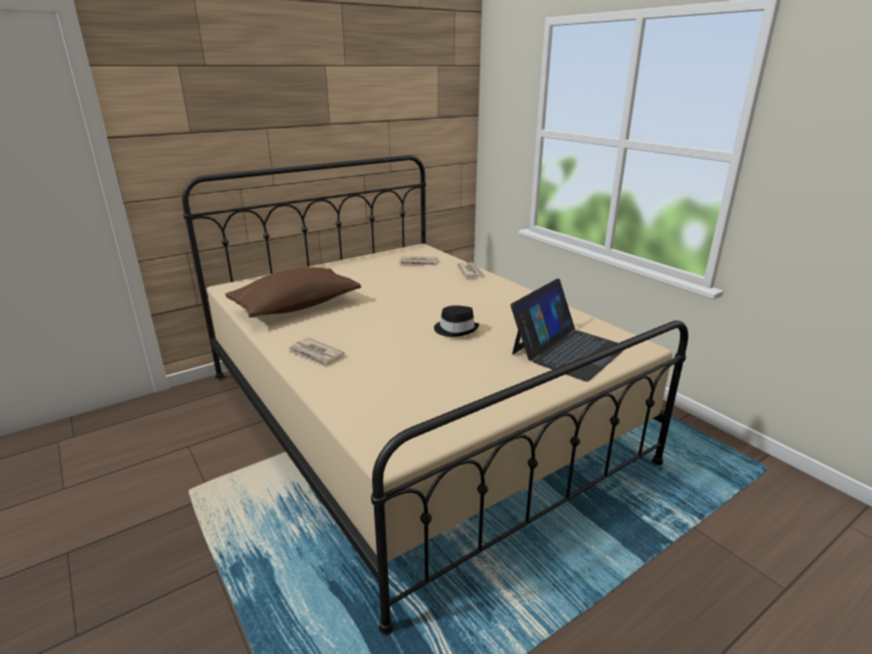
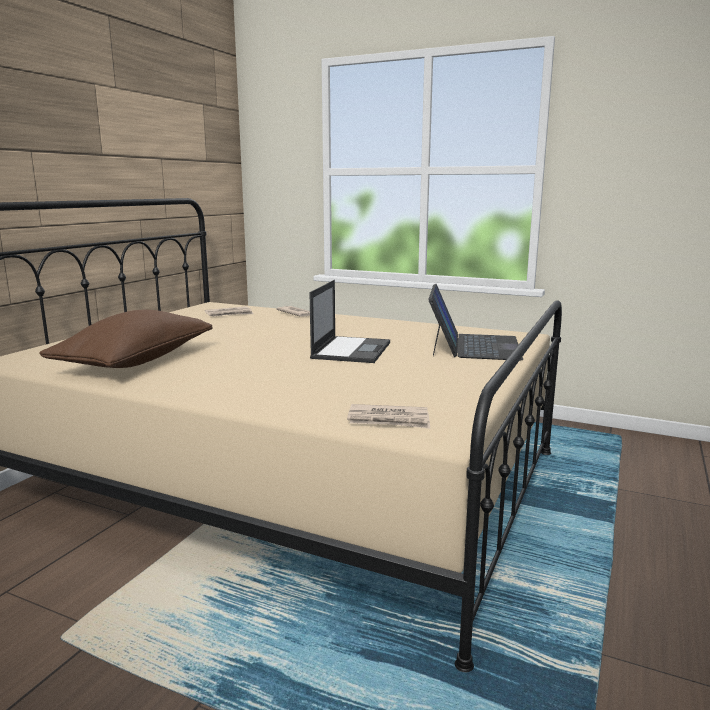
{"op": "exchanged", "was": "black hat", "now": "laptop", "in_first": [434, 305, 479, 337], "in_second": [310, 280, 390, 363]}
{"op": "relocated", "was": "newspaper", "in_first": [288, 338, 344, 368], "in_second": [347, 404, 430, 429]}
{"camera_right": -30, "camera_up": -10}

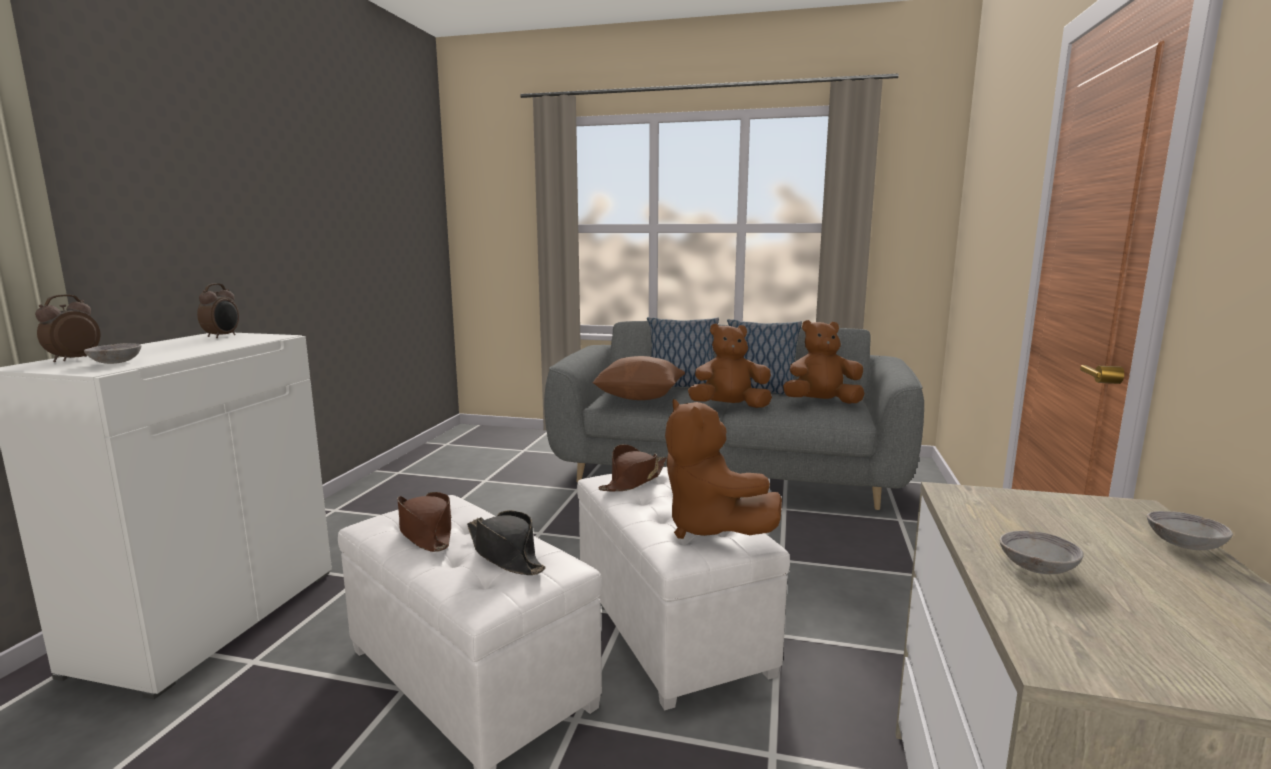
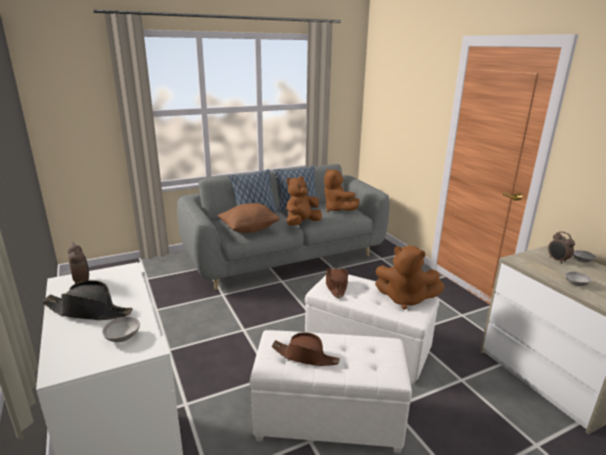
{"op": "relocated", "was": "black hat", "in_first": [467, 510, 546, 575], "in_second": [42, 280, 133, 320]}
{"op": "spun", "was": "brown plush toy", "in_first": [783, 320, 865, 404], "in_second": [324, 168, 359, 212], "clockwise": -75}
{"op": "relocated", "was": "alarm clock", "in_first": [35, 294, 100, 362], "in_second": [548, 231, 575, 264]}
{"camera_right": -40, "camera_up": 10}

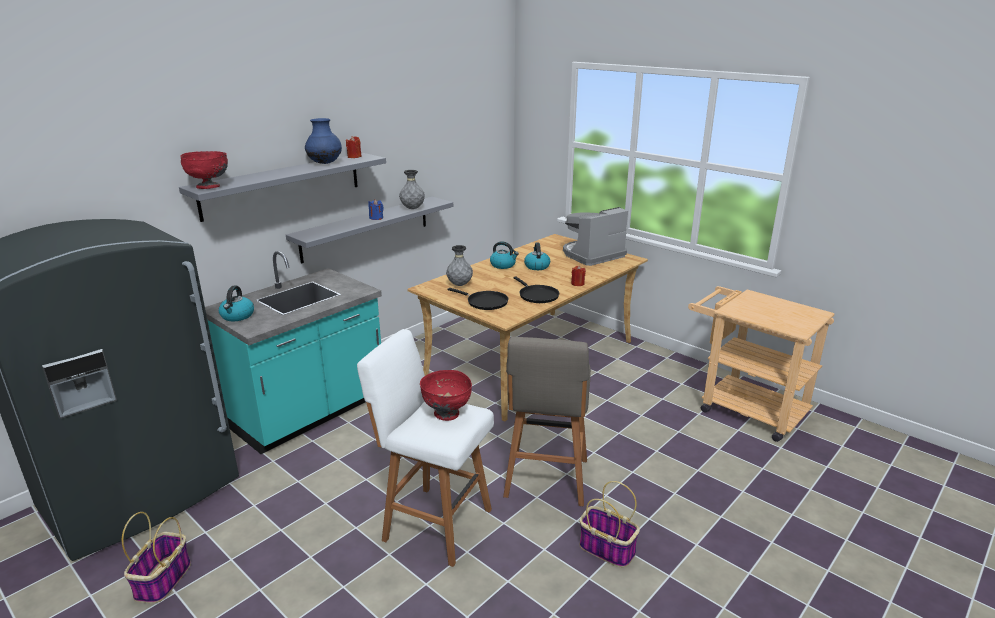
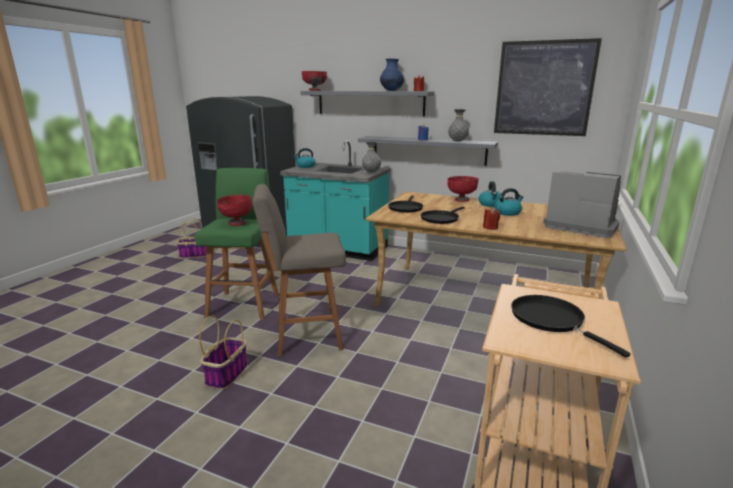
{"op": "colour", "was": "white stool", "now": "green stool", "in_first": [357, 329, 494, 567], "in_second": [195, 168, 279, 320]}
{"op": "relocated", "was": "grey vase", "in_first": [446, 245, 473, 286], "in_second": [362, 142, 381, 173]}
{"op": "appeared", "now": "red bowl", "in_second": [447, 176, 479, 202]}
{"op": "appeared", "now": "picture", "in_second": [494, 38, 602, 136]}
{"op": "appeared", "now": "black frying pan", "in_second": [511, 295, 630, 358]}
{"camera_right": 70, "camera_up": -5}

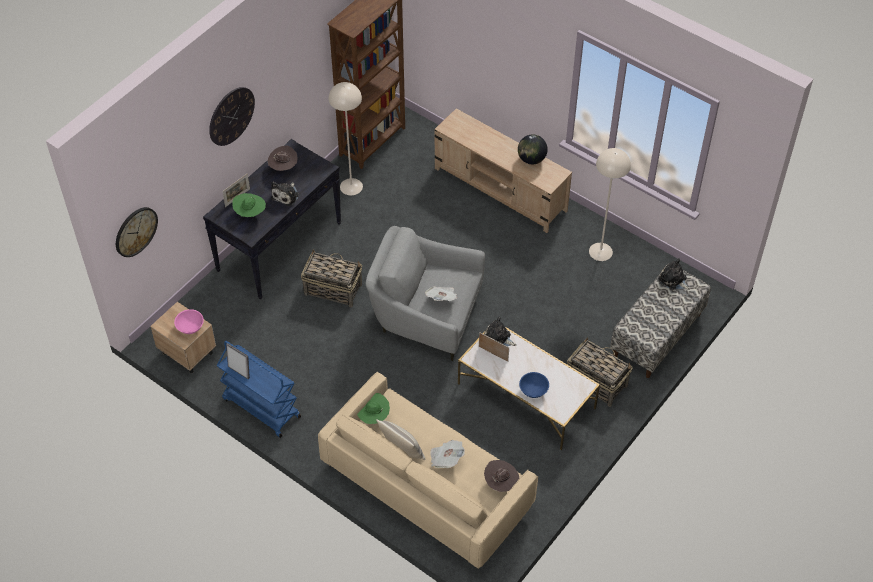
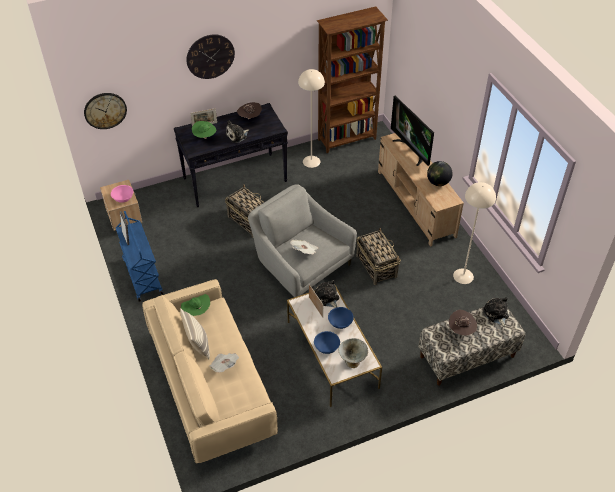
{"op": "appeared", "now": "blue bowl", "in_second": [328, 307, 354, 329]}
{"op": "appeared", "now": "grey bowl", "in_second": [339, 338, 368, 368]}
{"op": "relocated", "was": "basket", "in_first": [567, 337, 633, 407], "in_second": [356, 228, 401, 285]}
{"op": "appeared", "now": "television", "in_second": [391, 96, 434, 166]}
{"op": "relocated", "was": "brown hat", "in_first": [484, 460, 519, 492], "in_second": [449, 309, 477, 336]}
{"camera_right": 30, "camera_up": -5}

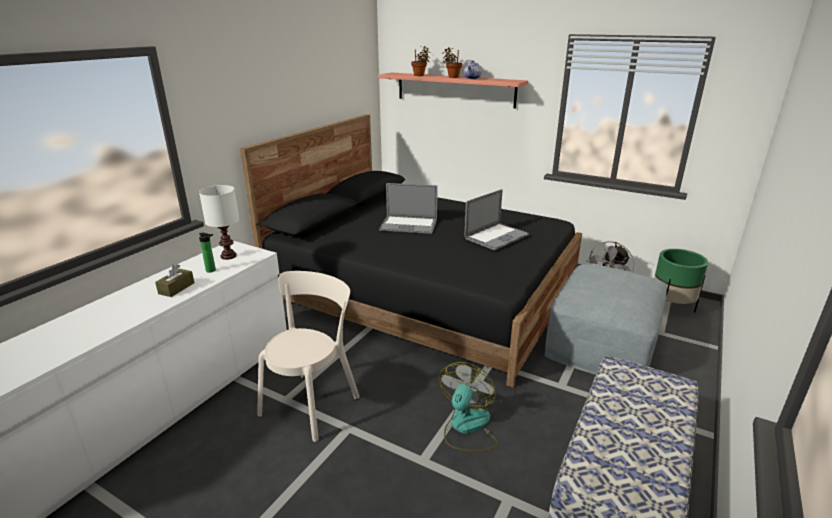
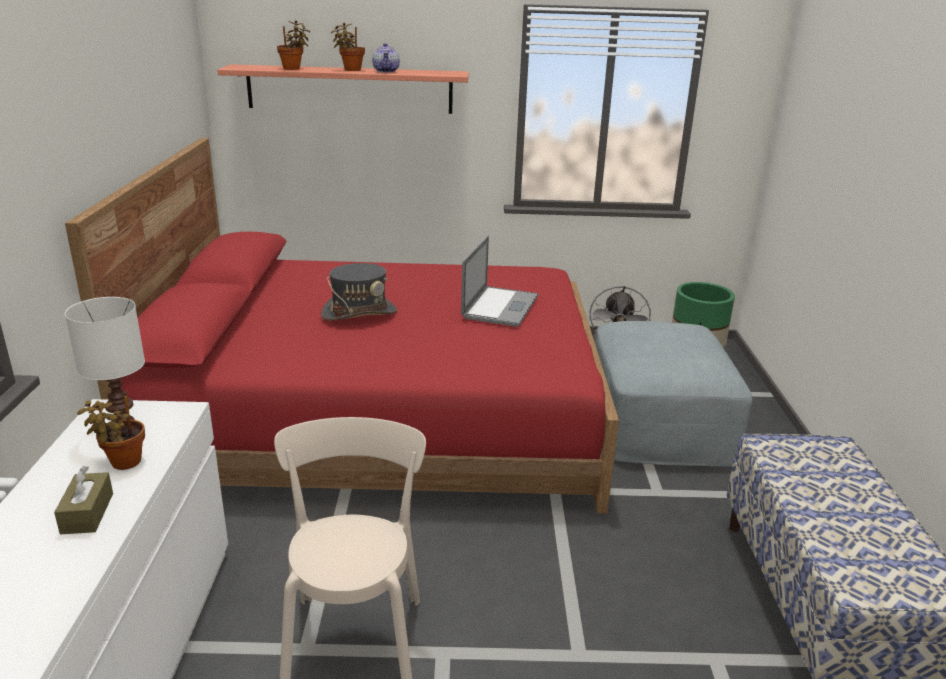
{"op": "colour", "was": "black bed", "now": "red bed", "in_first": [240, 114, 582, 387], "in_second": [65, 138, 619, 513]}
{"op": "exchanged", "was": "bottle", "now": "potted plant", "in_first": [199, 233, 216, 273], "in_second": [77, 396, 145, 470]}
{"op": "exchanged", "was": "laptop", "now": "grey hat", "in_first": [379, 183, 438, 234], "in_second": [321, 263, 397, 321]}
{"op": "missing", "was": "fan", "in_first": [439, 362, 498, 452]}
{"camera_right": -30, "camera_up": 0}

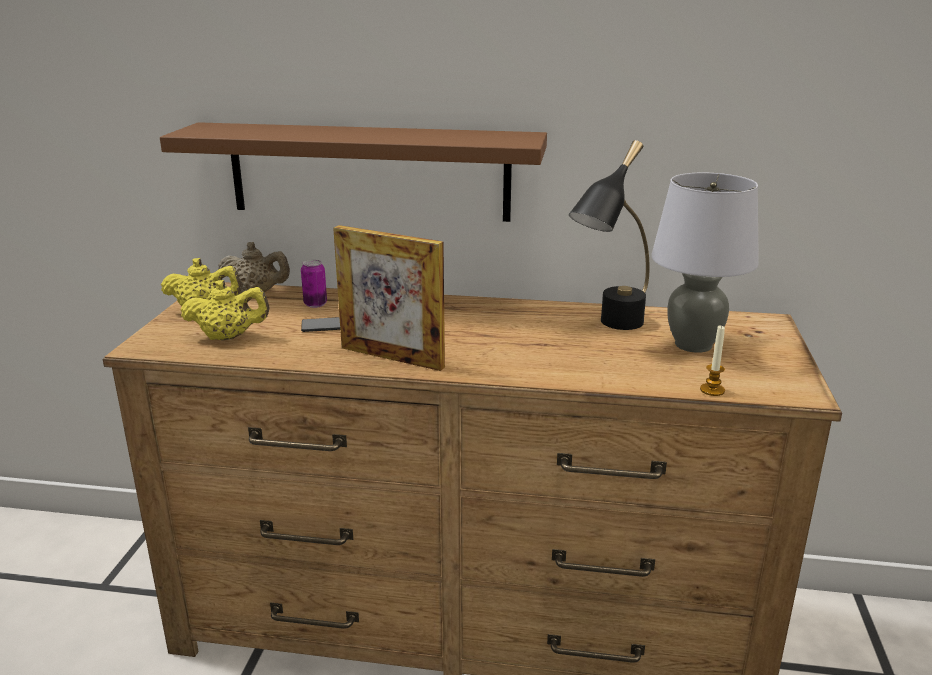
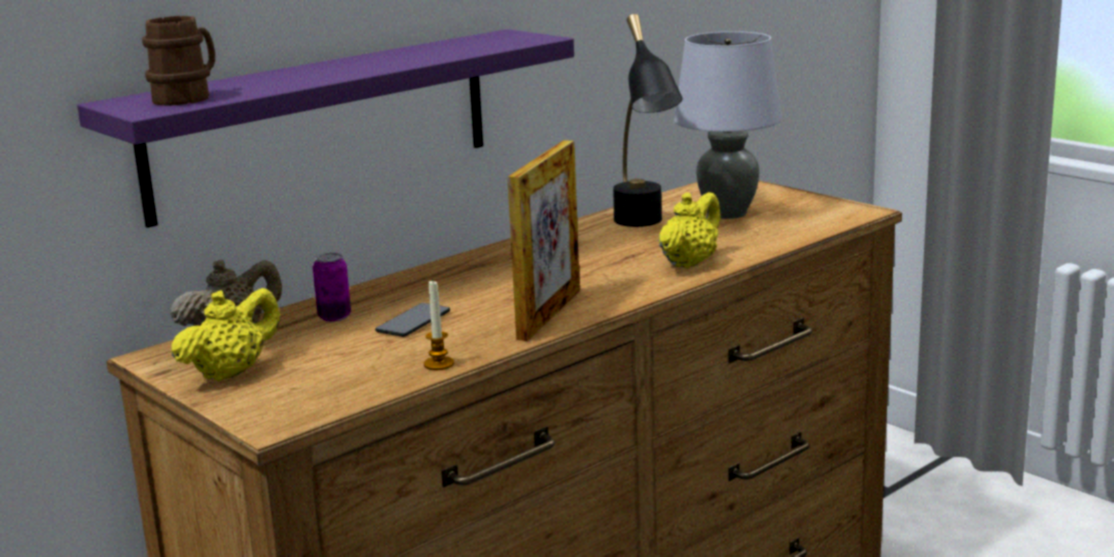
{"op": "colour", "was": "brown shelf", "now": "purple shelf", "in_first": [160, 122, 547, 222], "in_second": [77, 29, 574, 228]}
{"op": "appeared", "now": "brown mug", "in_second": [142, 16, 215, 106]}
{"op": "relocated", "was": "candle", "in_first": [700, 325, 725, 396], "in_second": [424, 279, 454, 370]}
{"op": "spun", "was": "picture frame", "in_first": [333, 225, 445, 371], "in_second": [507, 140, 580, 341], "clockwise": -45}
{"op": "relocated", "was": "yellow teapot", "in_first": [180, 280, 269, 340], "in_second": [659, 192, 721, 269]}
{"camera_right": -50, "camera_up": -5}

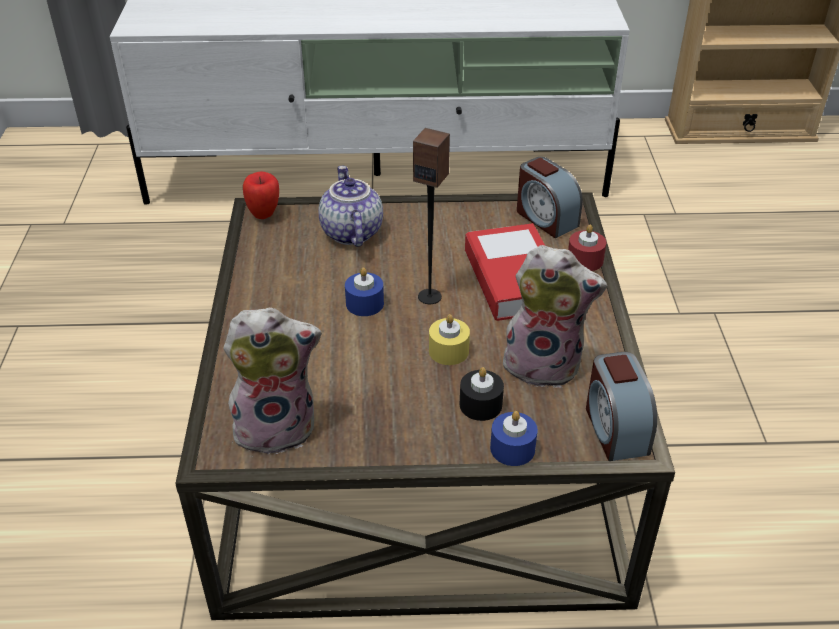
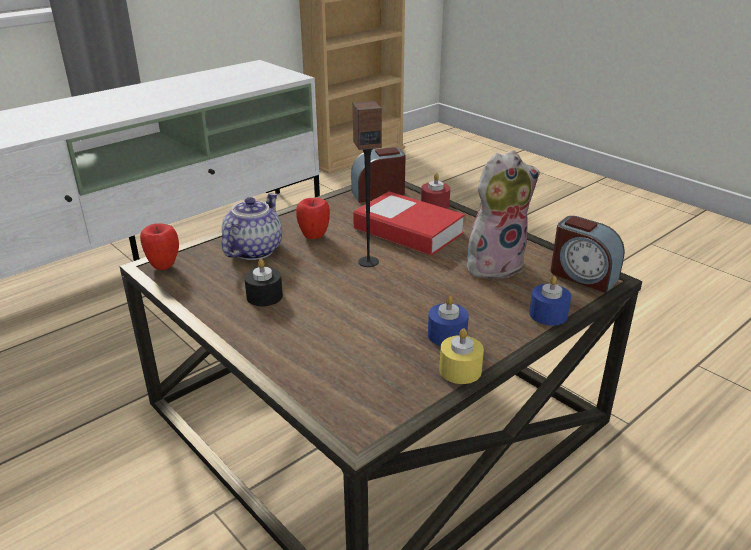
{"op": "spun", "was": "teapot", "in_first": [318, 166, 383, 247], "in_second": [222, 193, 282, 260], "clockwise": 75}
{"op": "relocated", "was": "black candle", "in_first": [460, 367, 504, 421], "in_second": [244, 259, 283, 306]}
{"op": "appeared", "now": "apple", "in_second": [296, 198, 330, 239]}
{"op": "spun", "was": "alarm clock", "in_first": [517, 157, 583, 238], "in_second": [351, 147, 406, 203], "clockwise": 150}
{"op": "relocated", "was": "blue candle", "in_first": [345, 267, 384, 316], "in_second": [428, 296, 469, 346]}
{"op": "relocated", "was": "yellow candle", "in_first": [429, 314, 470, 365], "in_second": [439, 329, 484, 384]}
{"op": "missing", "was": "plush toy", "in_first": [223, 308, 322, 457]}
{"camera_right": -40, "camera_up": -10}

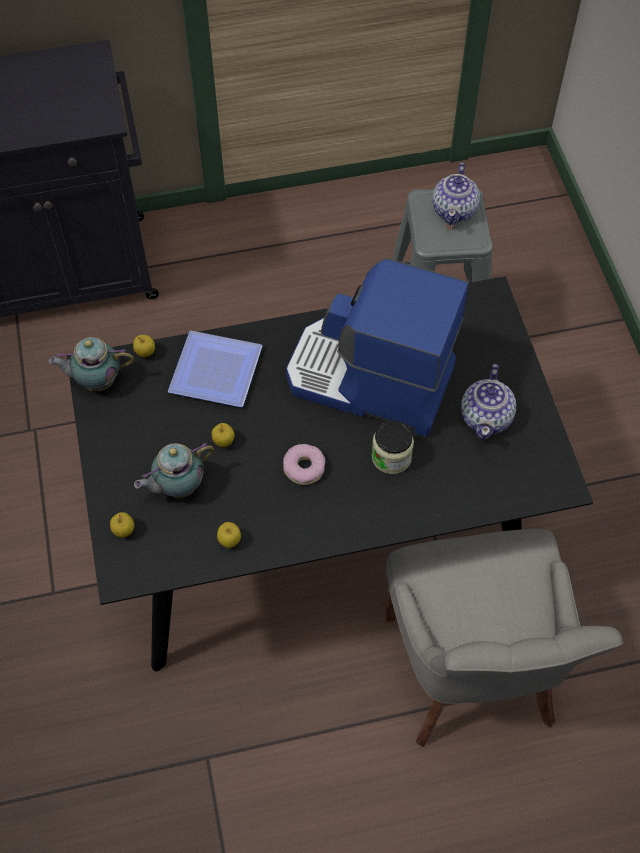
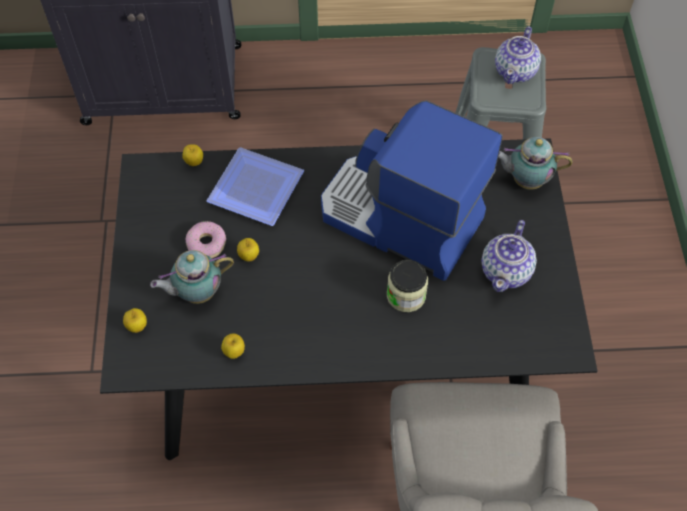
{"op": "relocated", "was": "donut", "in_first": [283, 444, 325, 485], "in_second": [186, 221, 226, 258]}
{"op": "relocated", "was": "teapot", "in_first": [49, 337, 134, 391], "in_second": [498, 137, 573, 190]}
{"camera_right": 10, "camera_up": 0}

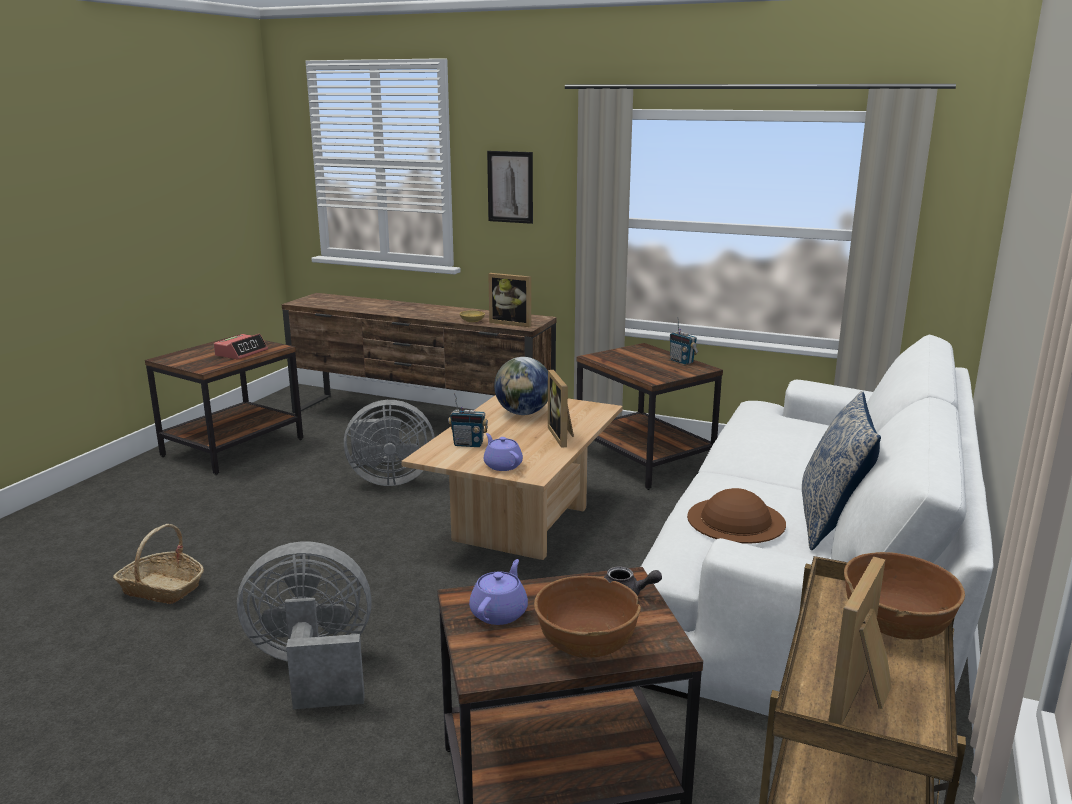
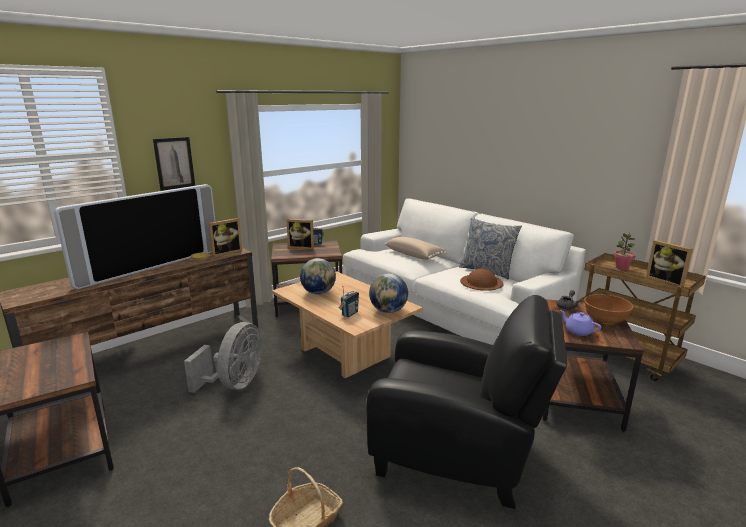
{"op": "appeared", "now": "television", "in_second": [54, 184, 216, 289]}
{"op": "relocated", "was": "picture frame", "in_first": [548, 370, 574, 448], "in_second": [286, 219, 314, 250]}
{"op": "exchanged", "was": "grey fan", "now": "black armchair", "in_first": [237, 541, 372, 709], "in_second": [366, 295, 567, 509]}
{"op": "exchanged", "was": "purple teapot", "now": "globe", "in_first": [484, 433, 523, 471], "in_second": [369, 274, 408, 313]}
{"op": "appeared", "now": "beige pillow", "in_second": [385, 237, 446, 260]}
{"op": "exchanged", "was": "brown bowl", "now": "potted plant", "in_first": [844, 552, 965, 640], "in_second": [614, 232, 636, 270]}
{"op": "missing", "was": "alarm clock", "in_first": [214, 334, 268, 359]}
{"camera_right": -65, "camera_up": 0}

